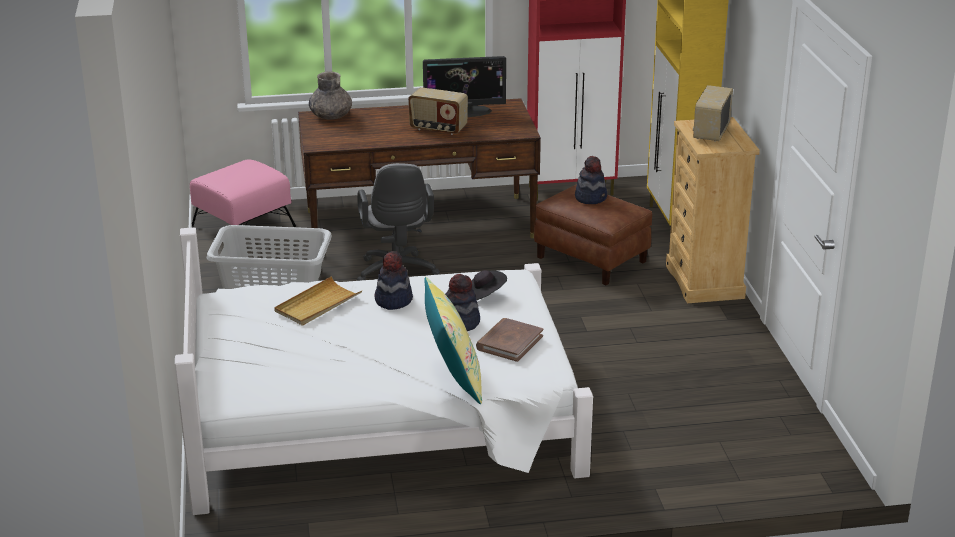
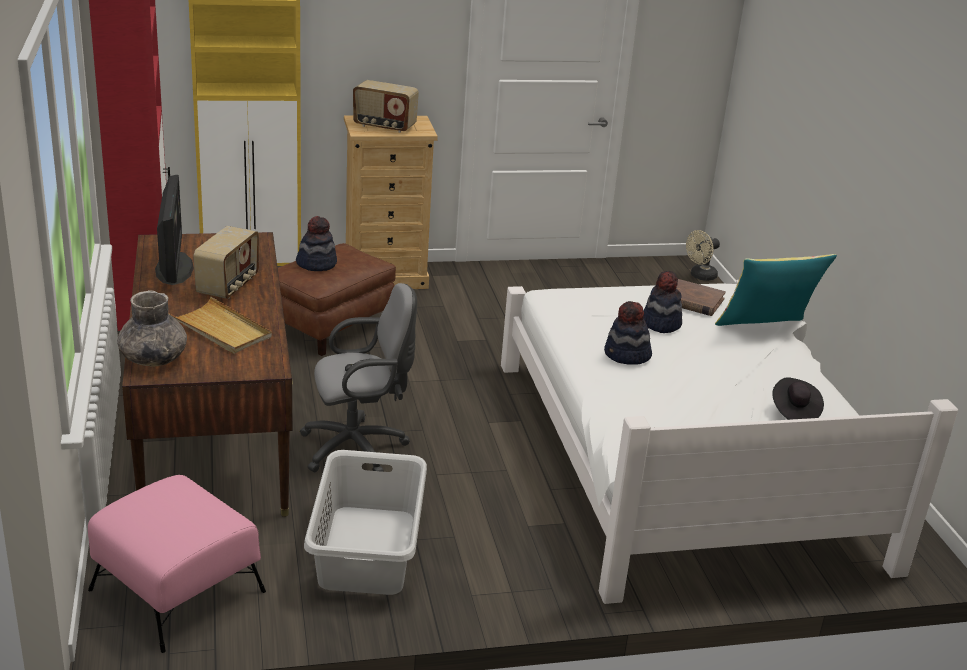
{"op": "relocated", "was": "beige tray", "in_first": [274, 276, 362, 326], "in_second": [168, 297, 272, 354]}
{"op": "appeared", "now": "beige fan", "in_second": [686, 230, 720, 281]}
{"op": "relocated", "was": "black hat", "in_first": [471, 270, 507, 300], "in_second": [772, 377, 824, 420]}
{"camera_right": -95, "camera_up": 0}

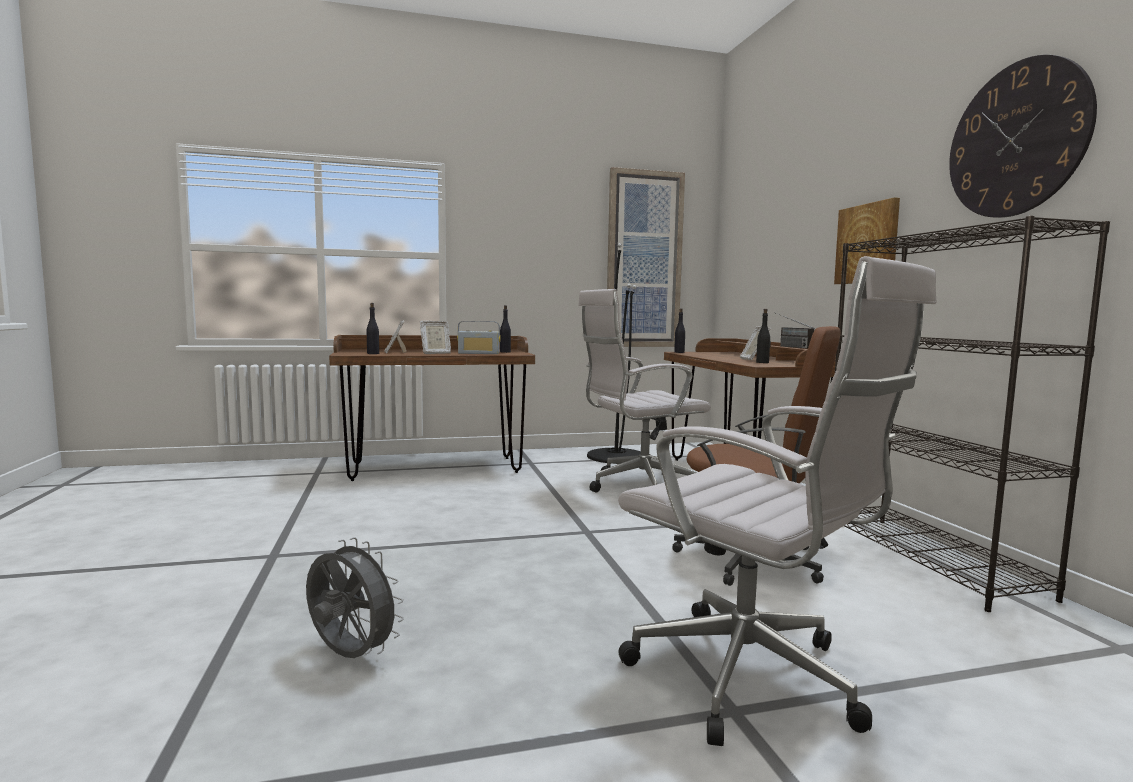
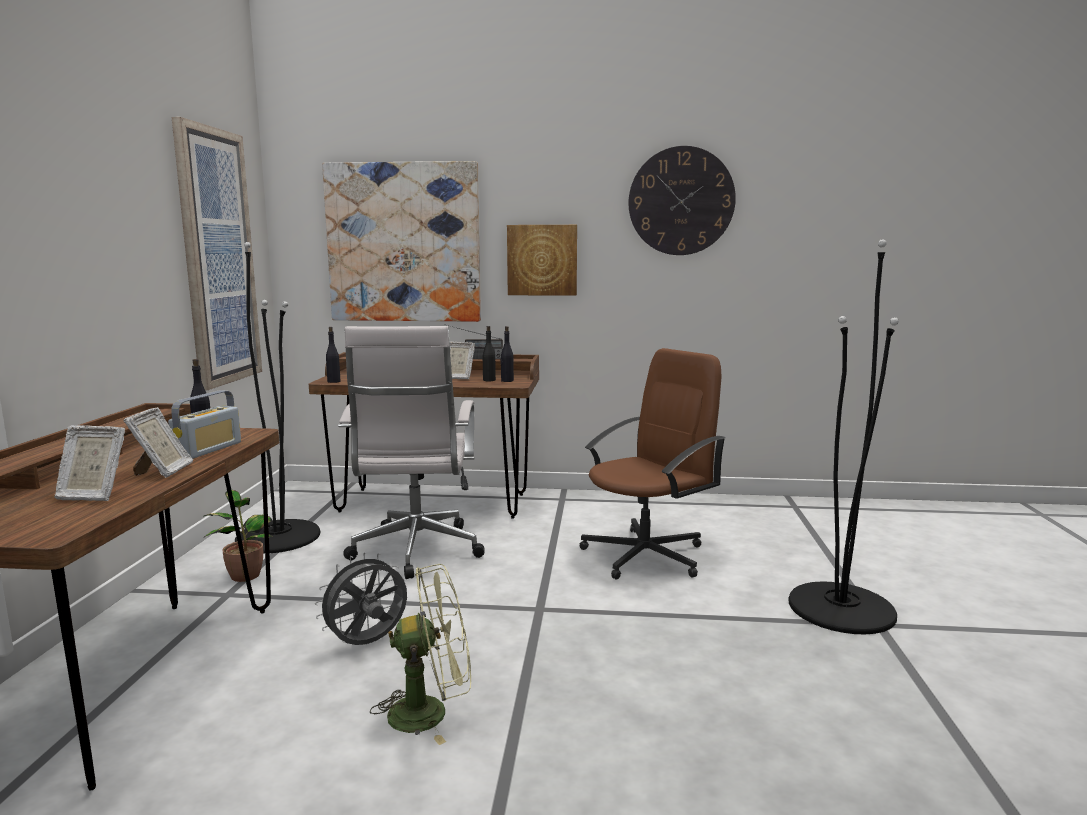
{"op": "appeared", "now": "potted plant", "in_second": [203, 490, 272, 582]}
{"op": "relocated", "was": "grey fan", "in_first": [306, 537, 404, 658], "in_second": [315, 552, 407, 645]}
{"op": "appeared", "now": "picture", "in_second": [322, 161, 481, 322]}
{"op": "appeared", "now": "green fan", "in_second": [370, 564, 471, 745]}
{"op": "relocated", "was": "black bottle", "in_first": [367, 303, 379, 354], "in_second": [500, 326, 514, 382]}
{"op": "exchanged", "was": "white office chair", "now": "black floor lamp", "in_first": [618, 256, 936, 746], "in_second": [788, 239, 899, 634]}
{"op": "missing", "was": "black bookcase", "in_first": [835, 216, 1110, 612]}
{"camera_right": -70, "camera_up": 5}

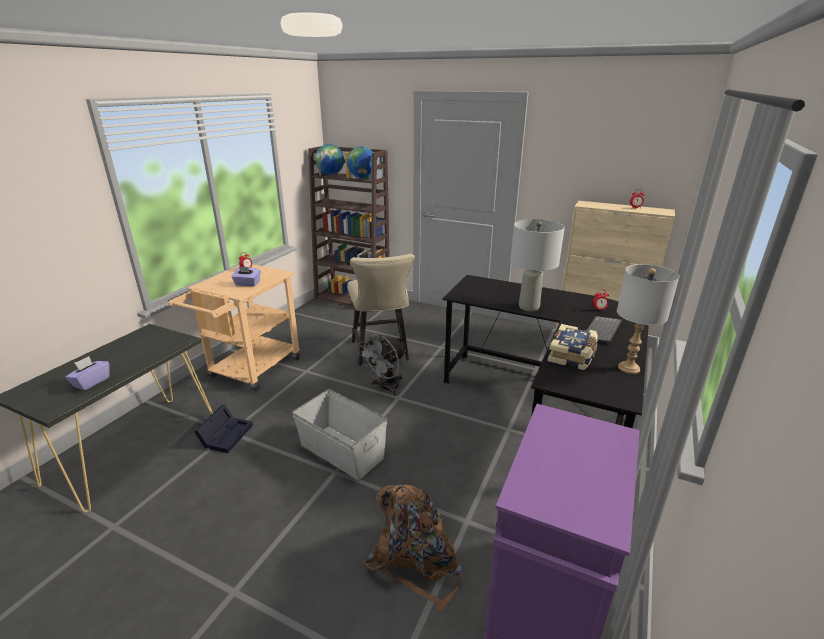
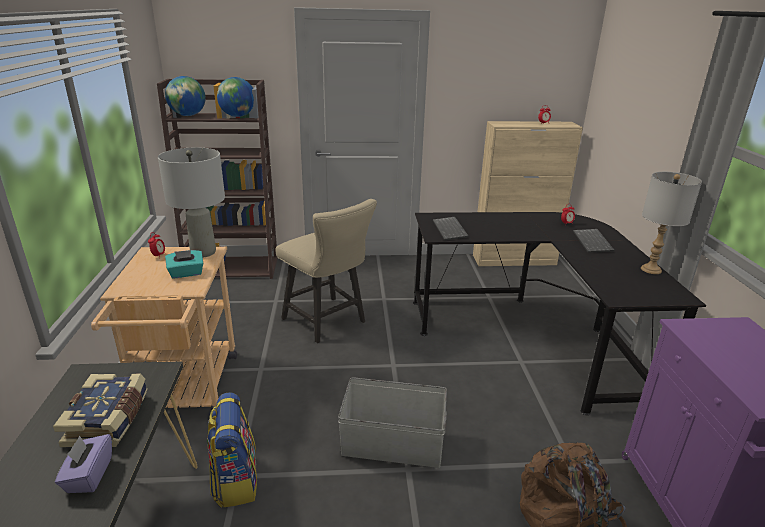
{"op": "relocated", "was": "book", "in_first": [547, 324, 598, 370], "in_second": [53, 374, 148, 447]}
{"op": "relocated", "was": "grey table lamp", "in_first": [510, 219, 565, 311], "in_second": [158, 147, 225, 257]}
{"op": "colour", "was": "purple tissue box", "now": "turquoise tissue box", "in_first": [231, 266, 261, 286], "in_second": [165, 250, 203, 279]}
{"op": "exchanged", "was": "black storage box", "now": "backpack", "in_first": [194, 404, 253, 453], "in_second": [207, 392, 257, 508]}
{"op": "appeared", "now": "keyboard", "in_second": [433, 217, 469, 240]}
{"op": "missing", "was": "grey fan", "in_first": [357, 334, 406, 396]}
{"camera_right": -30, "camera_up": 0}

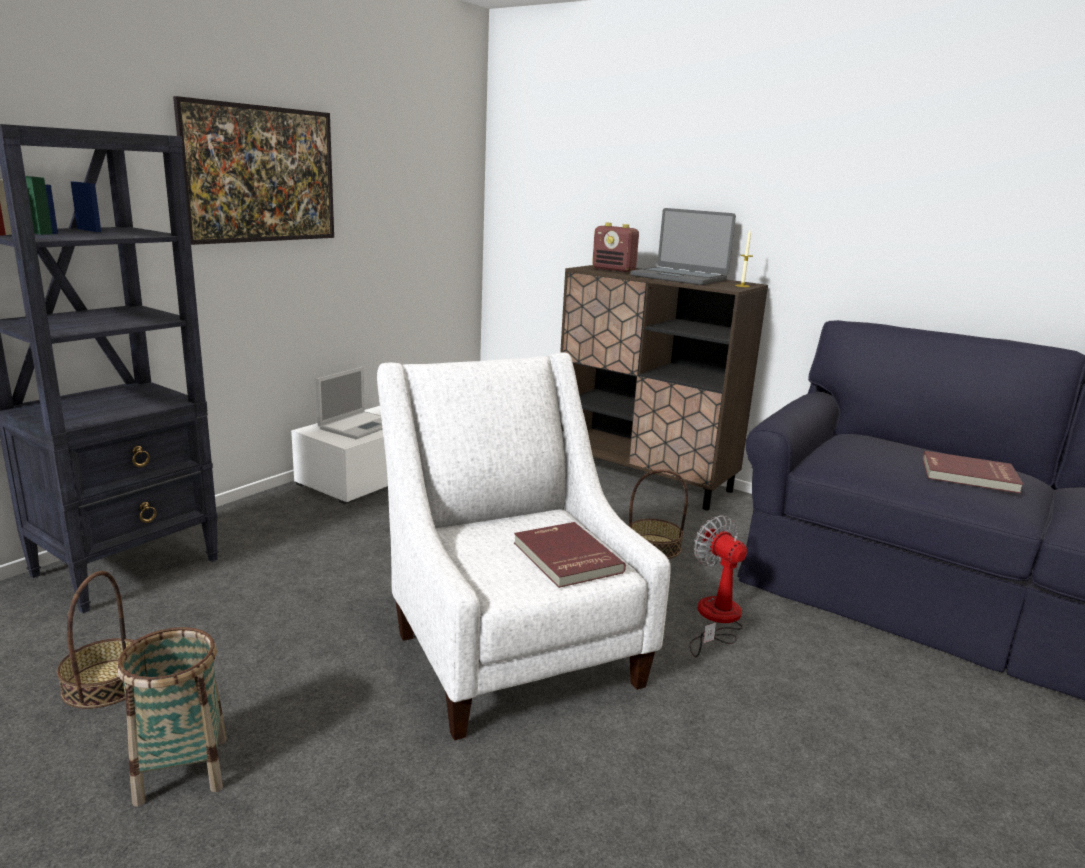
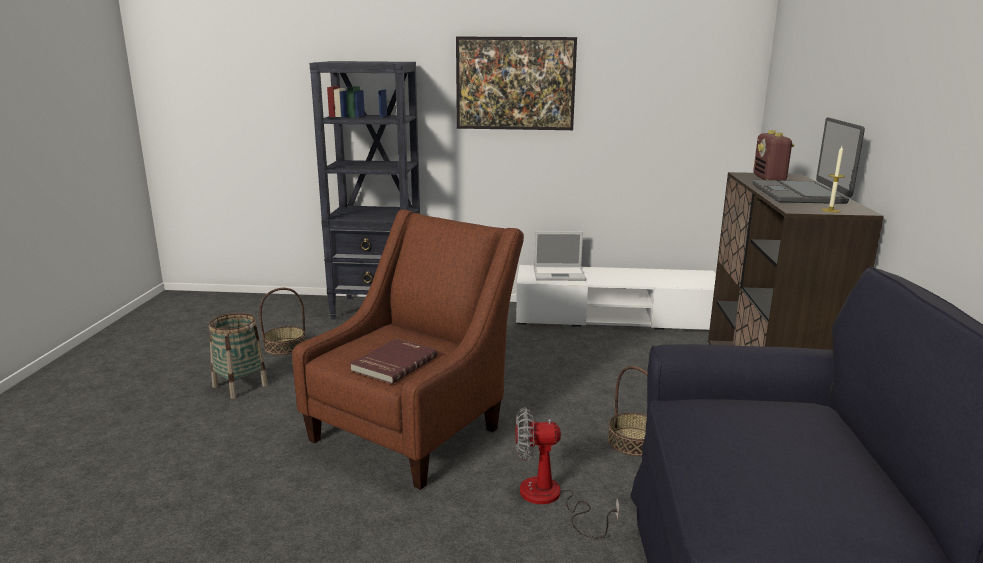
{"op": "colour", "was": "white armchair", "now": "brown armchair", "in_first": [377, 352, 671, 740], "in_second": [292, 209, 524, 490]}
{"op": "spun", "was": "fan", "in_first": [689, 515, 747, 657], "in_second": [515, 407, 619, 539], "clockwise": -120}
{"op": "missing", "was": "red book", "in_first": [923, 451, 1023, 494]}
{"camera_right": 60, "camera_up": 0}

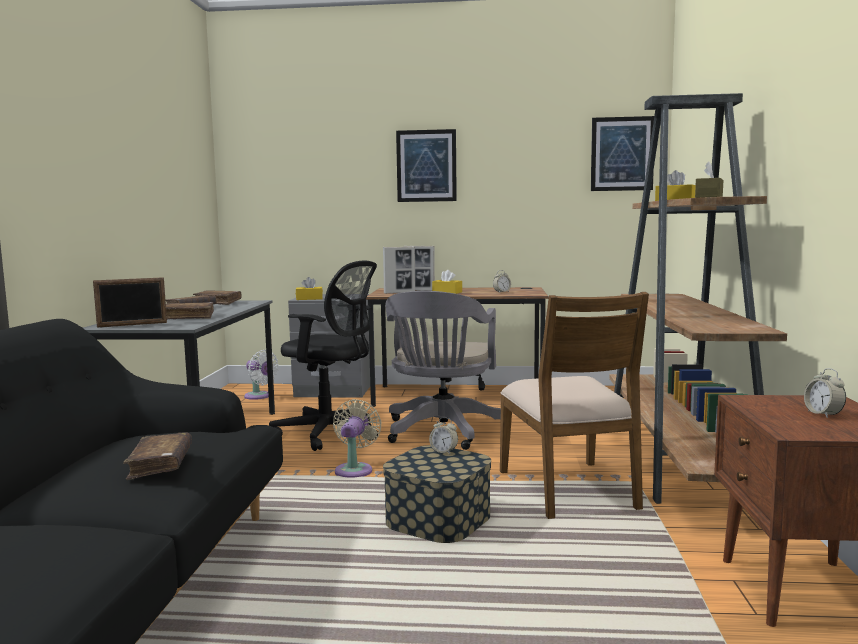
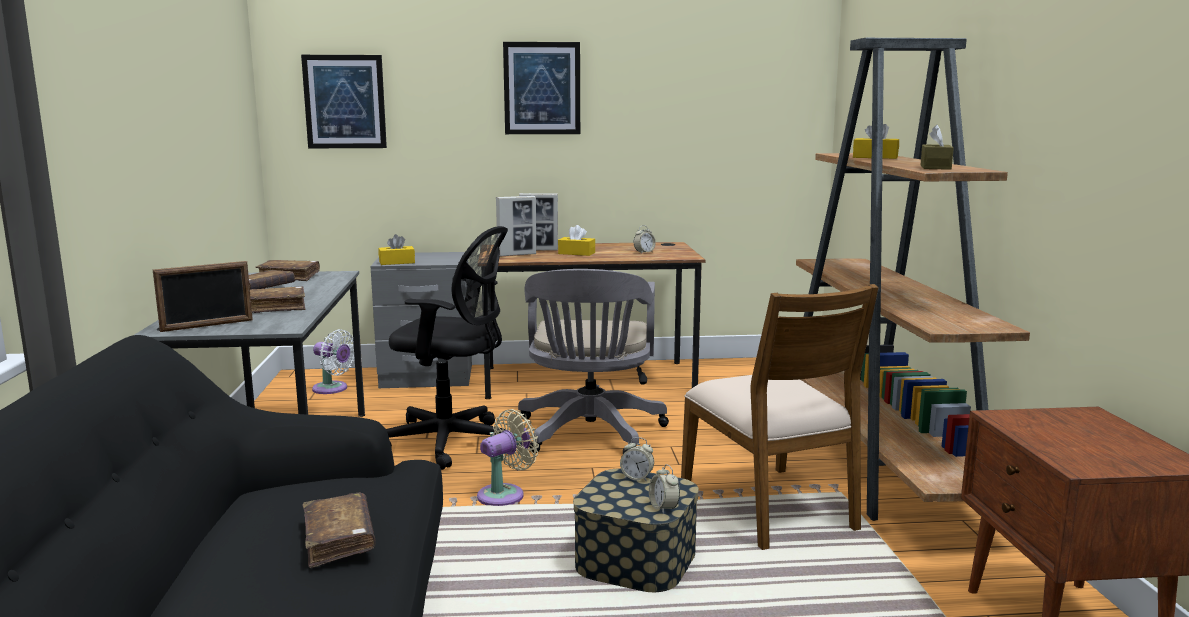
{"op": "relocated", "was": "picture", "in_first": [591, 116, 654, 191], "in_second": [301, 55, 387, 148]}
{"op": "spun", "was": "beige fan", "in_first": [333, 399, 382, 478], "in_second": [477, 409, 539, 506], "clockwise": 45}
{"op": "relocated", "was": "alarm clock", "in_first": [804, 368, 846, 418], "in_second": [649, 464, 680, 514]}
{"camera_right": -10, "camera_up": 5}

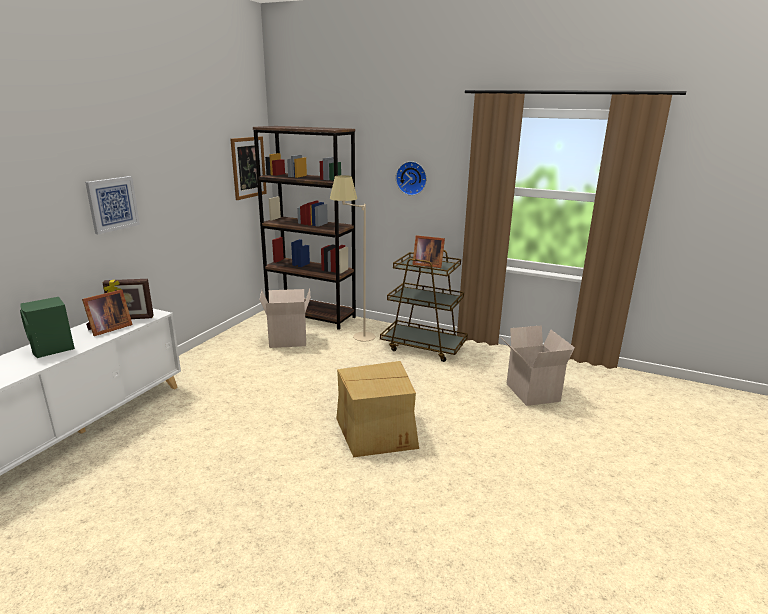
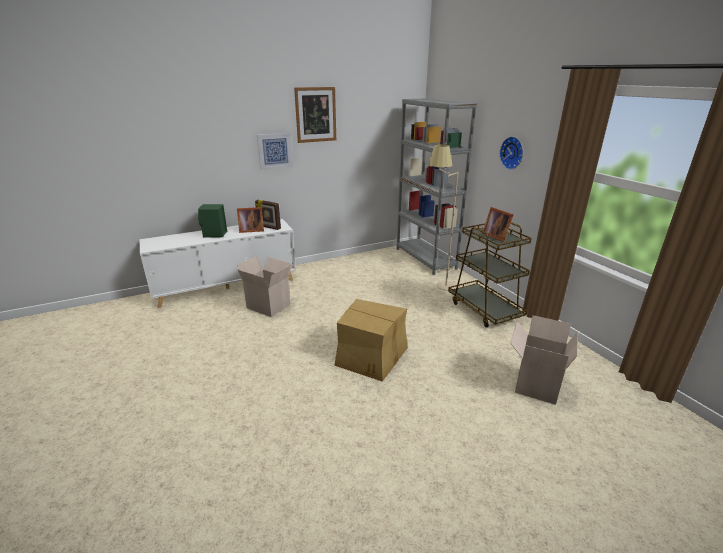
{"op": "relocated", "was": "cardboard box", "in_first": [260, 288, 310, 348], "in_second": [237, 256, 293, 317]}
{"op": "relocated", "was": "picture", "in_first": [230, 136, 267, 200], "in_second": [294, 87, 336, 143]}
{"op": "colour", "was": "brown bookcase", "now": "grey bookcase", "in_first": [253, 126, 356, 330], "in_second": [396, 98, 477, 275]}
{"camera_right": 40, "camera_up": 5}

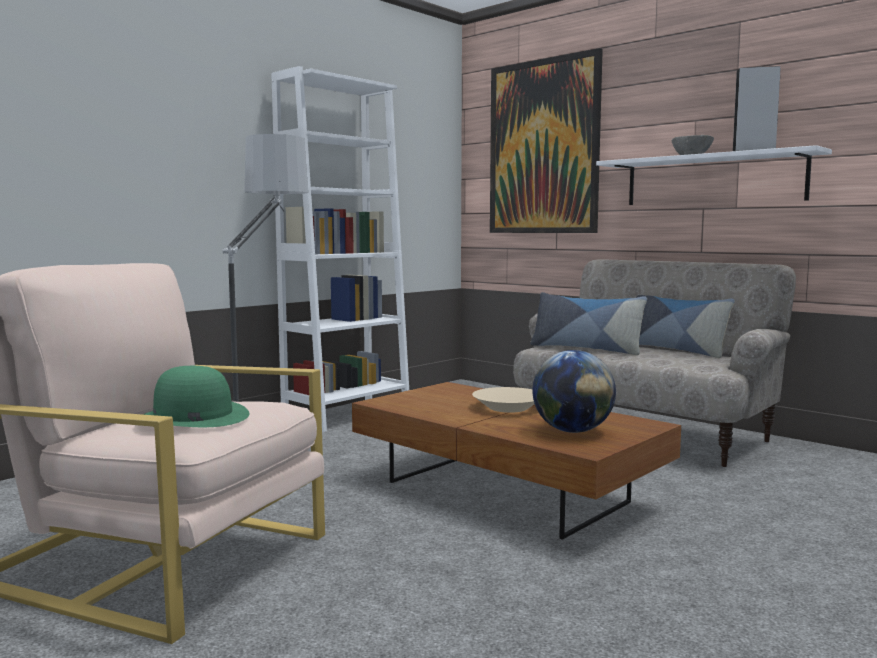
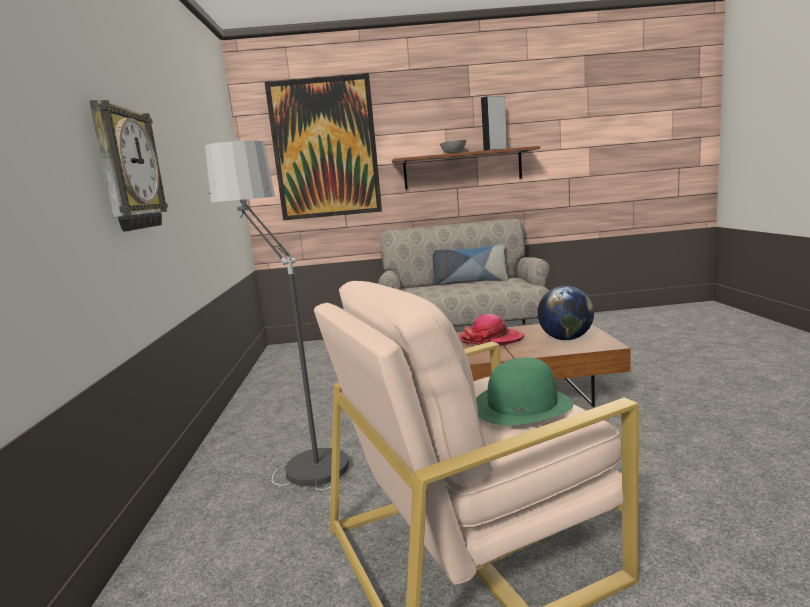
{"op": "appeared", "now": "wall clock", "in_second": [89, 100, 168, 232]}
{"op": "colour", "was": "white shelf", "now": "brown shelf", "in_first": [596, 145, 832, 205], "in_second": [392, 146, 540, 189]}
{"op": "exchanged", "was": "beige bowl", "now": "hat", "in_first": [472, 387, 534, 413], "in_second": [458, 314, 524, 346]}
{"op": "missing", "was": "white bookcase", "in_first": [272, 66, 409, 432]}
{"op": "missing", "was": "pillow", "in_first": [530, 292, 647, 355]}
{"camera_right": -45, "camera_up": 5}

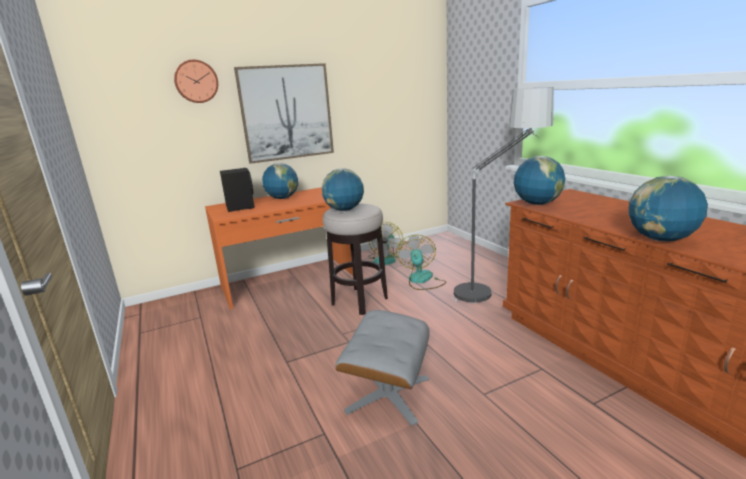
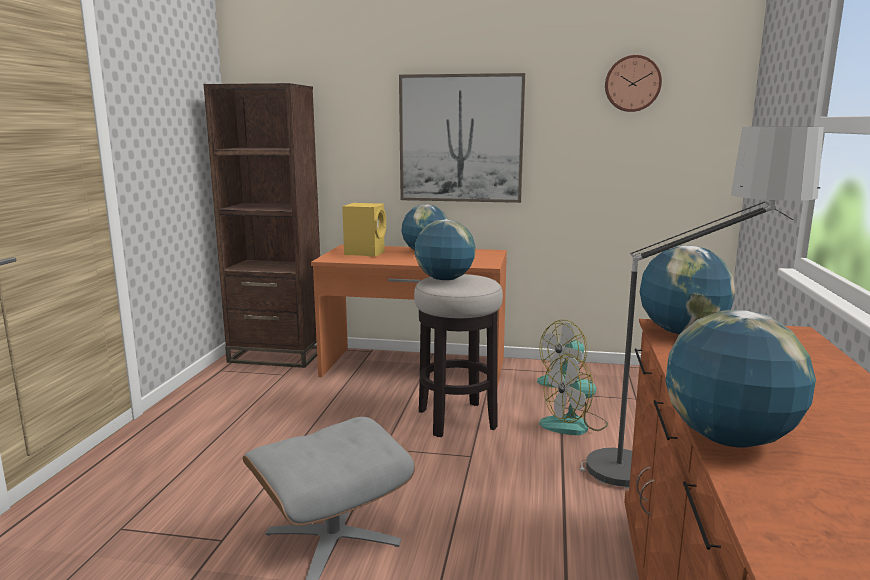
{"op": "appeared", "now": "brown bookcase", "in_second": [204, 83, 320, 368]}
{"op": "colour", "was": "black speaker", "now": "yellow speaker", "in_first": [220, 168, 254, 212], "in_second": [342, 203, 386, 256]}
{"op": "spun", "was": "fan", "in_first": [396, 235, 446, 290], "in_second": [539, 354, 608, 435], "clockwise": -150}
{"op": "relocated", "was": "wall clock", "in_first": [174, 60, 218, 103], "in_second": [605, 55, 662, 112]}
{"camera_right": 35, "camera_up": -5}

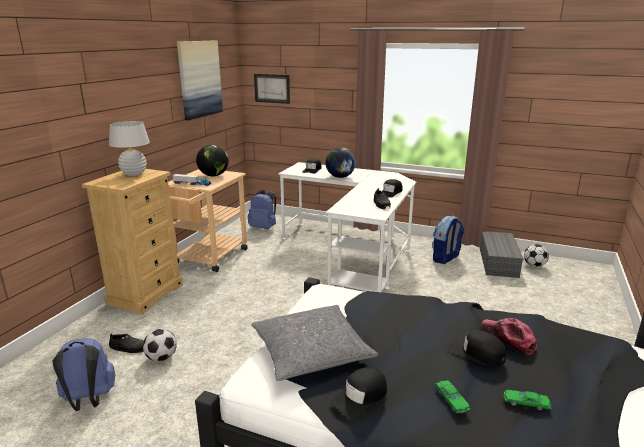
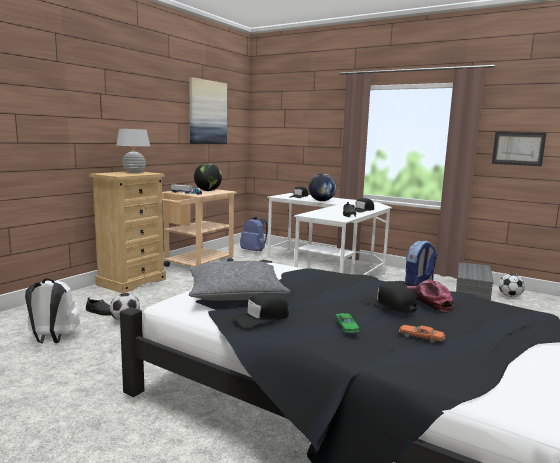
{"op": "colour", "was": "blue backpack", "now": "white backpack", "in_first": [52, 338, 115, 411], "in_second": [25, 278, 80, 343]}
{"op": "colour", "was": "green toy car", "now": "orange toy car", "in_first": [503, 390, 552, 410], "in_second": [399, 325, 445, 343]}
{"op": "relocated", "was": "picture", "in_first": [254, 74, 290, 104], "in_second": [492, 132, 547, 166]}
{"camera_right": 10, "camera_up": -10}

